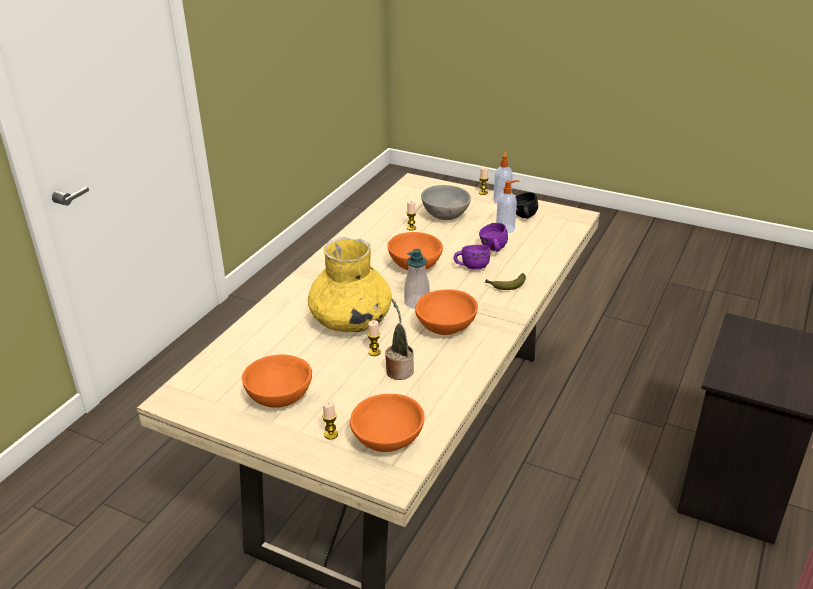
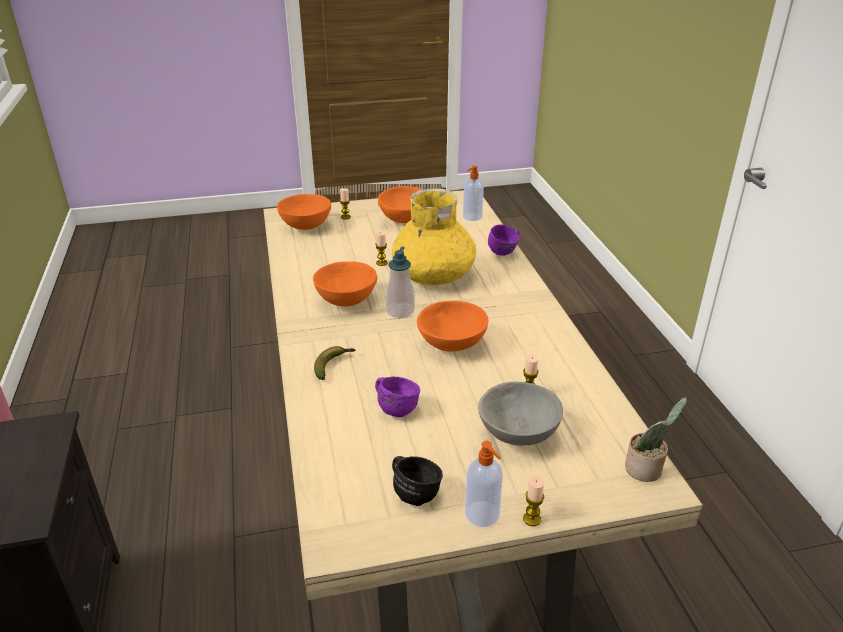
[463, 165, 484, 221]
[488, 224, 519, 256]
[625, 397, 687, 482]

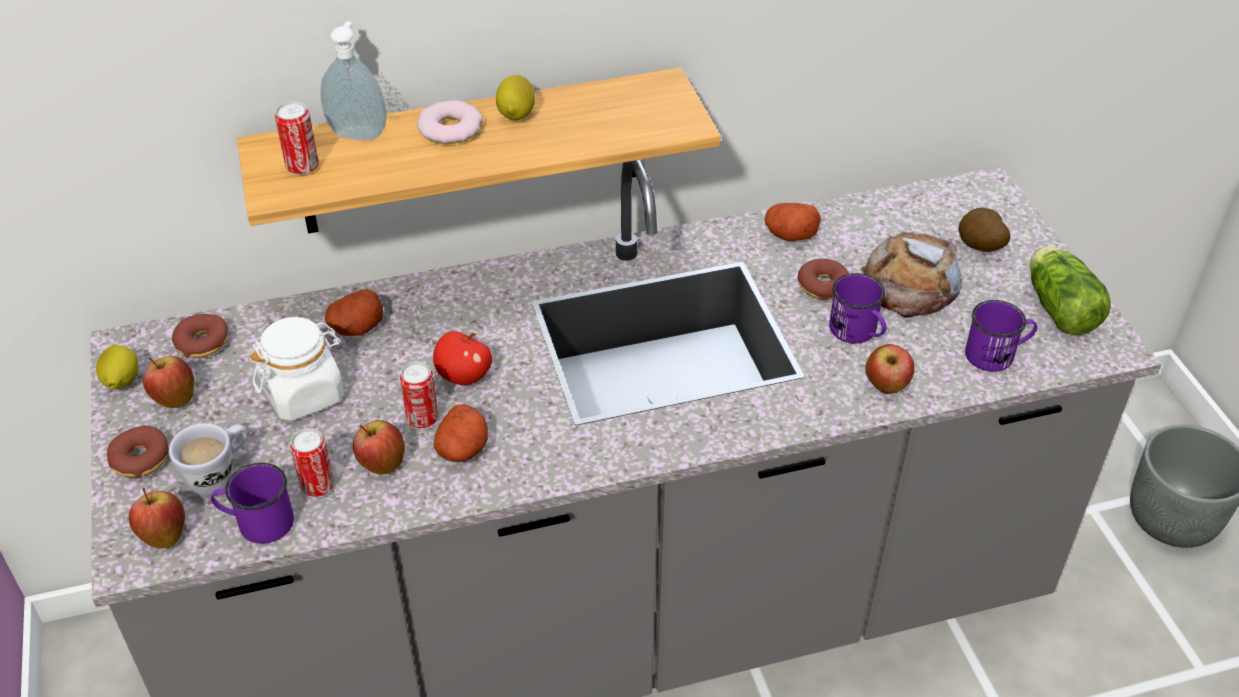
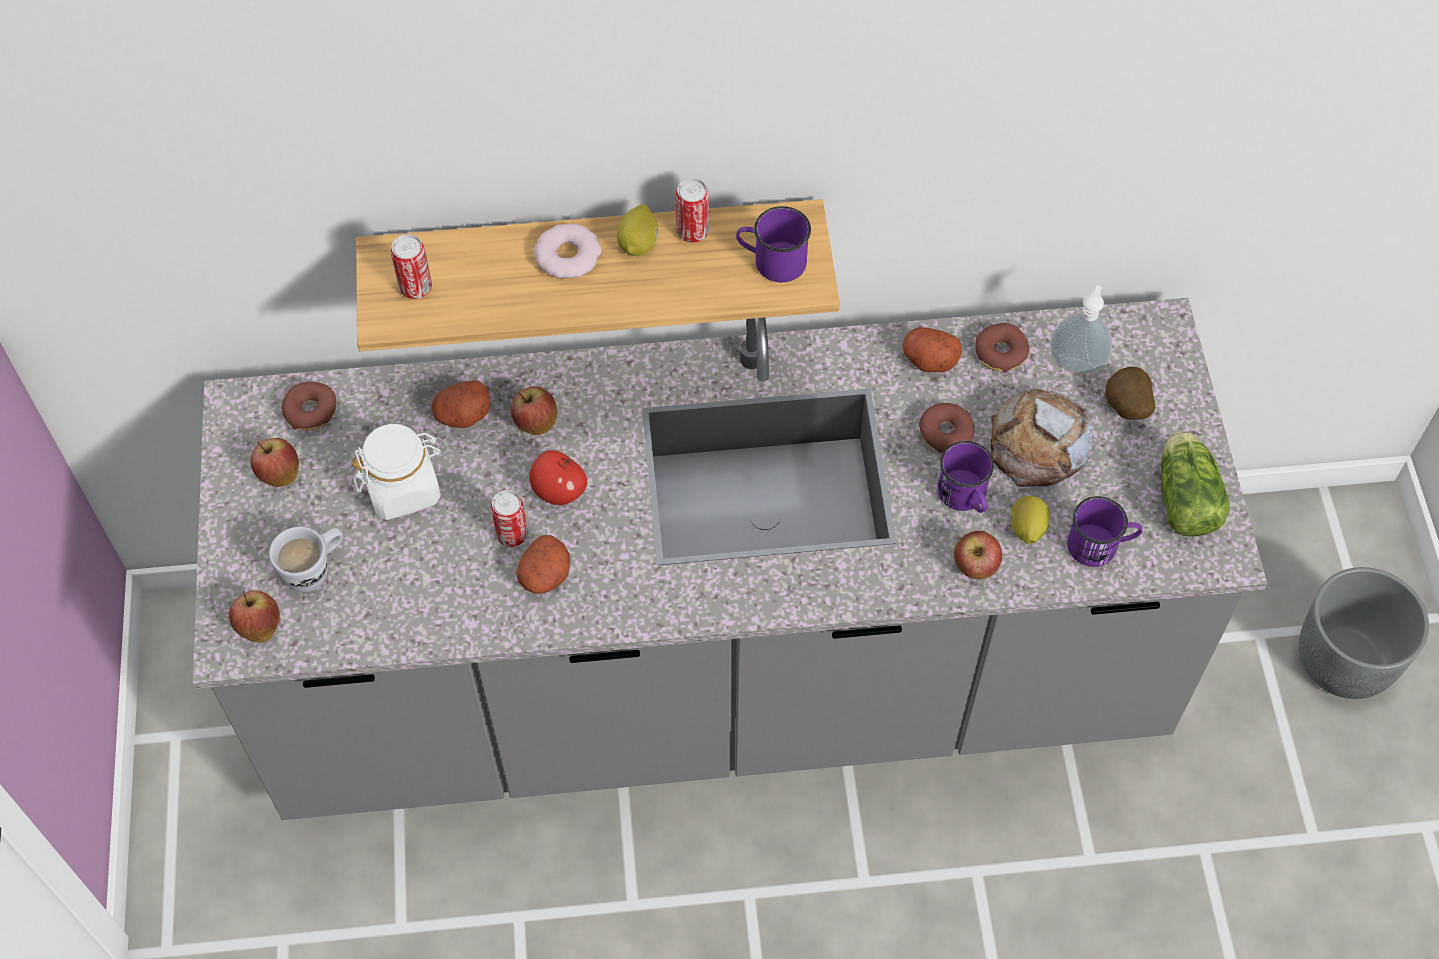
[511, 386, 557, 435]
[675, 178, 709, 243]
[736, 206, 811, 282]
[975, 323, 1029, 373]
[1010, 496, 1050, 544]
[1050, 285, 1113, 374]

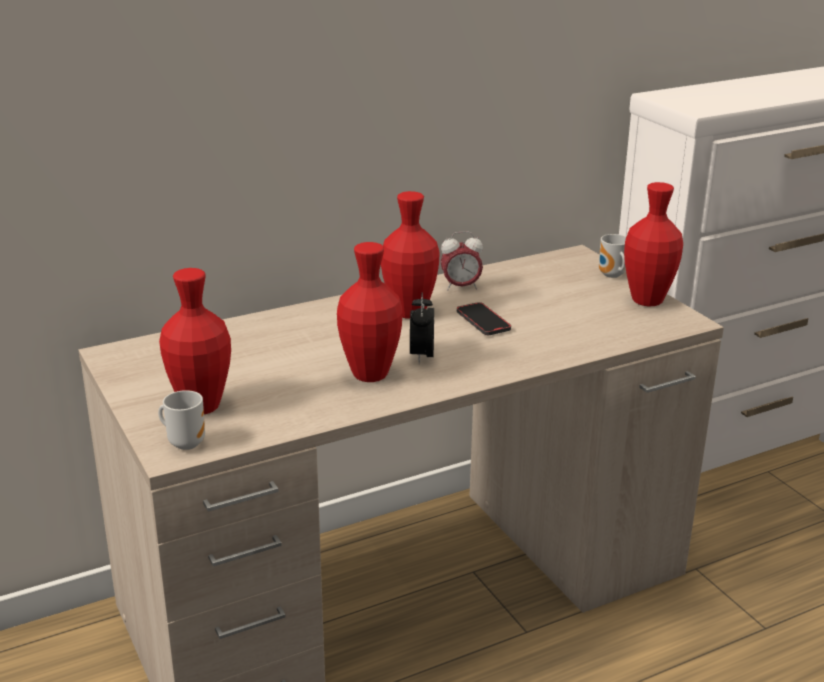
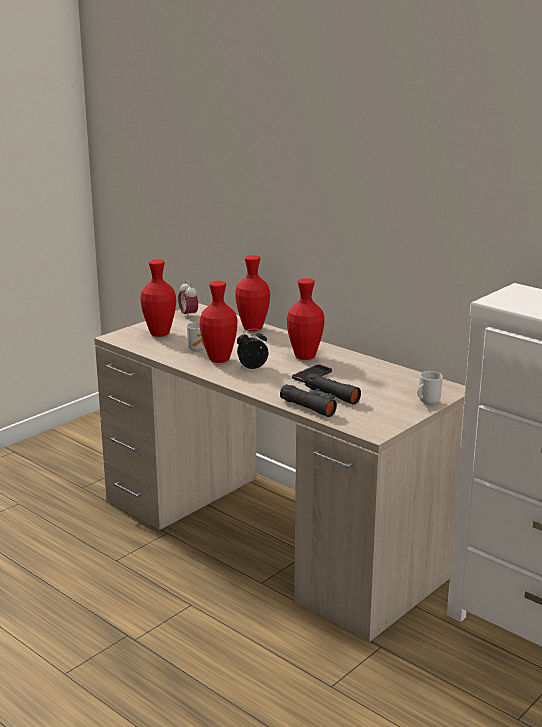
[178, 280, 198, 319]
[187, 322, 205, 352]
[235, 255, 270, 331]
[280, 373, 361, 417]

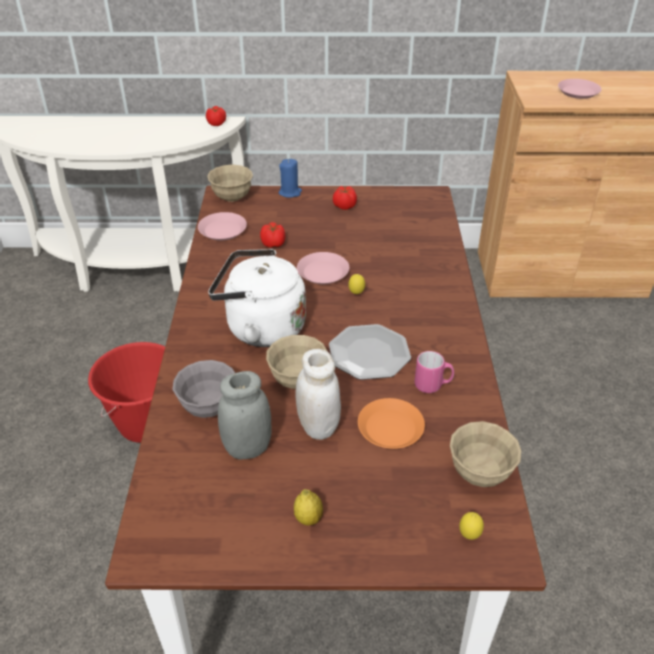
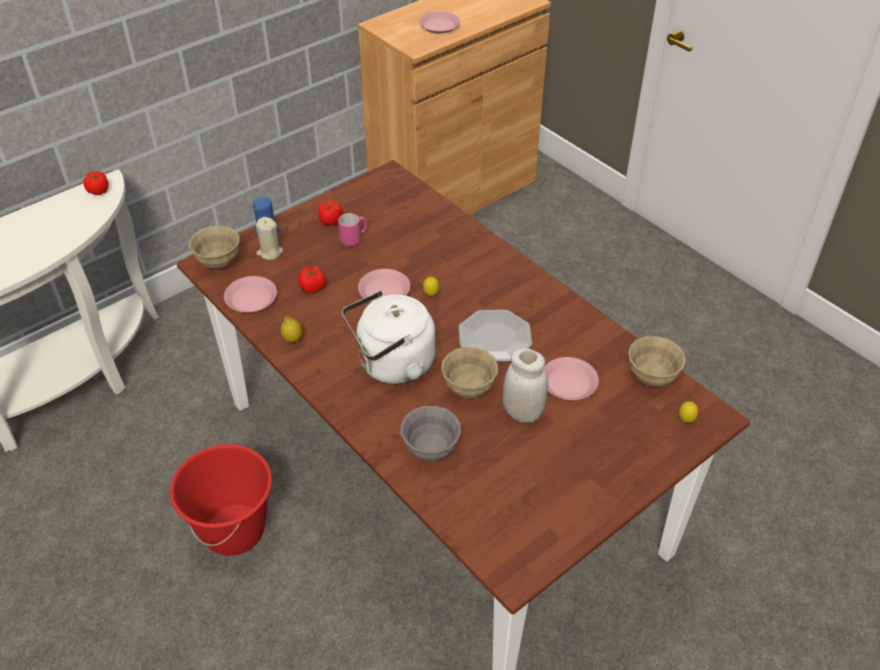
[256, 217, 283, 260]
[281, 316, 303, 342]
[338, 213, 367, 246]
[544, 357, 599, 400]
[218, 371, 271, 460] (first image)

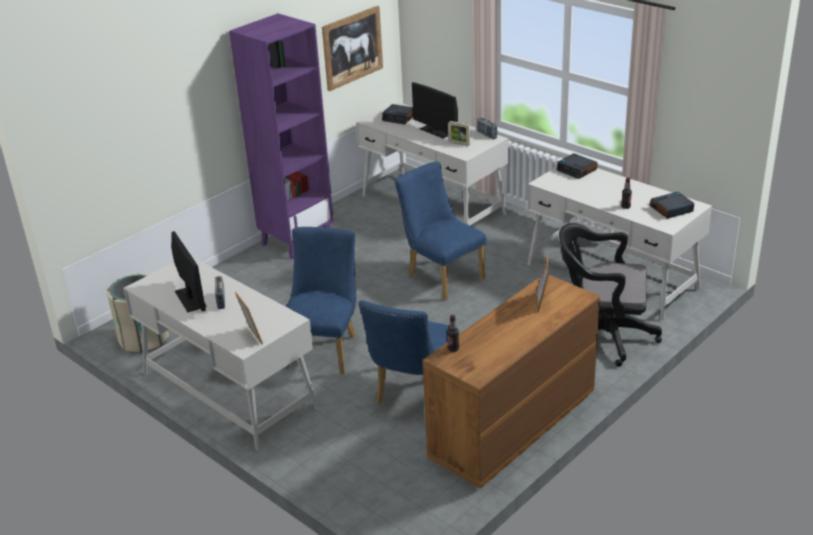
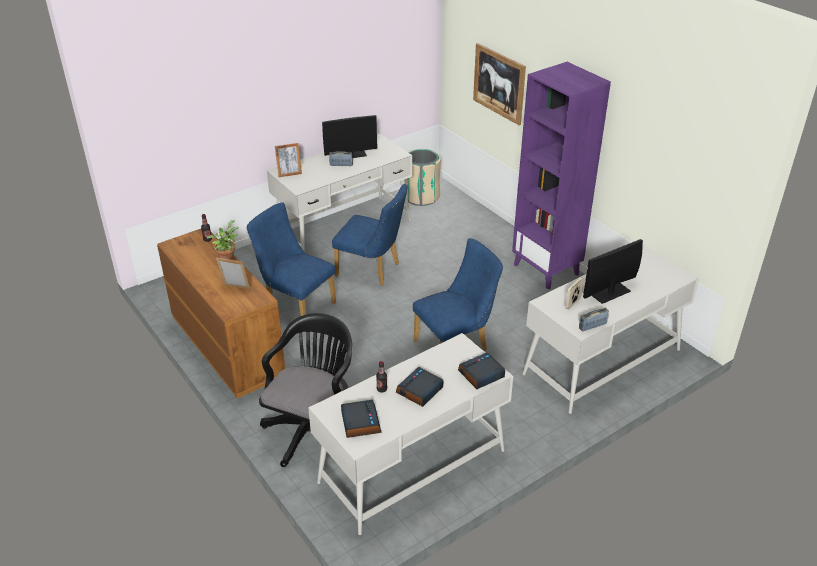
[207, 220, 239, 260]
[396, 367, 443, 407]
[473, 43, 526, 125]

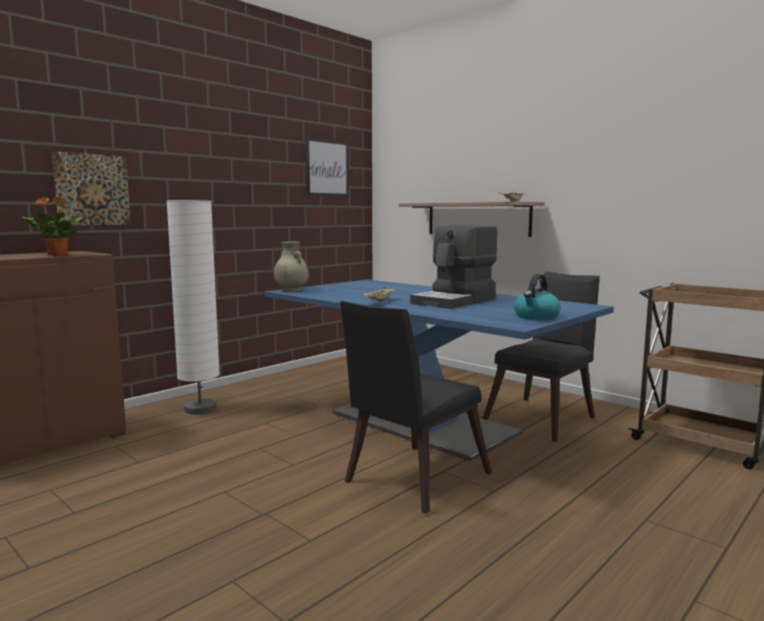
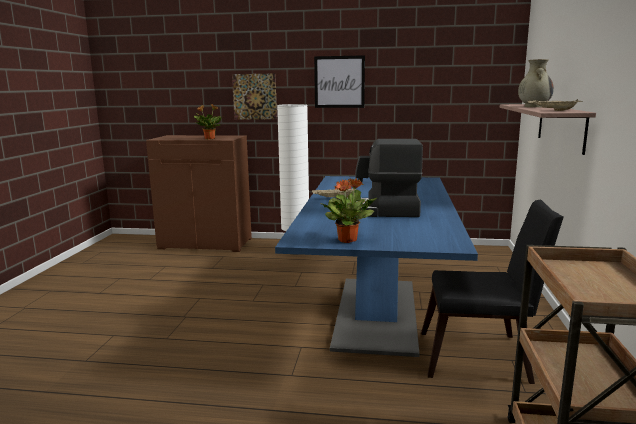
[314, 55, 365, 108]
[321, 178, 377, 243]
[518, 59, 554, 107]
[340, 301, 492, 514] (first image)

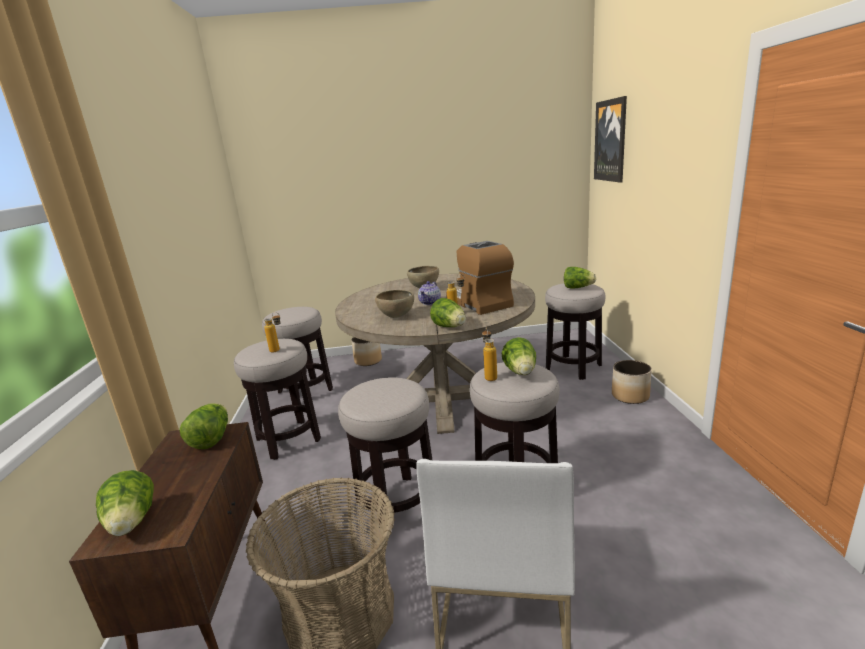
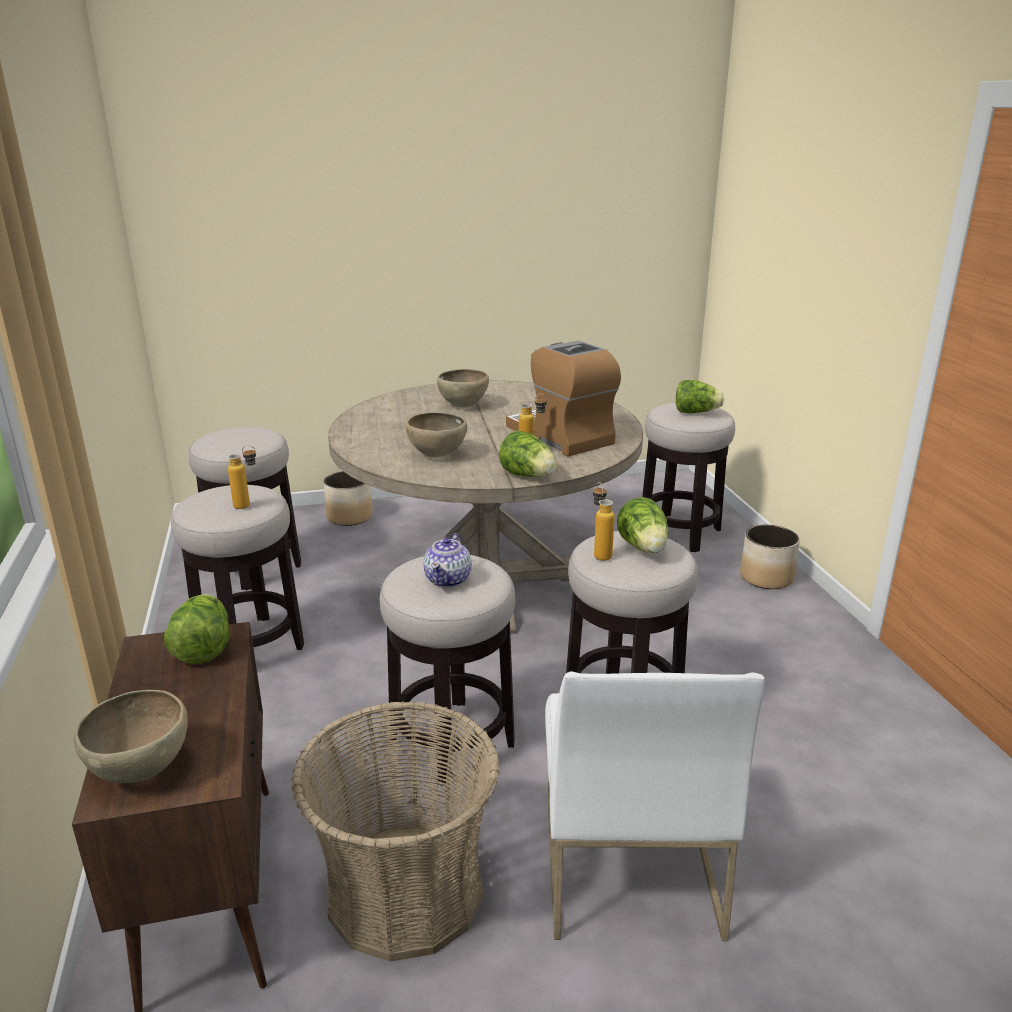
[74, 690, 188, 783]
[423, 533, 472, 588]
[594, 96, 627, 183] (first image)

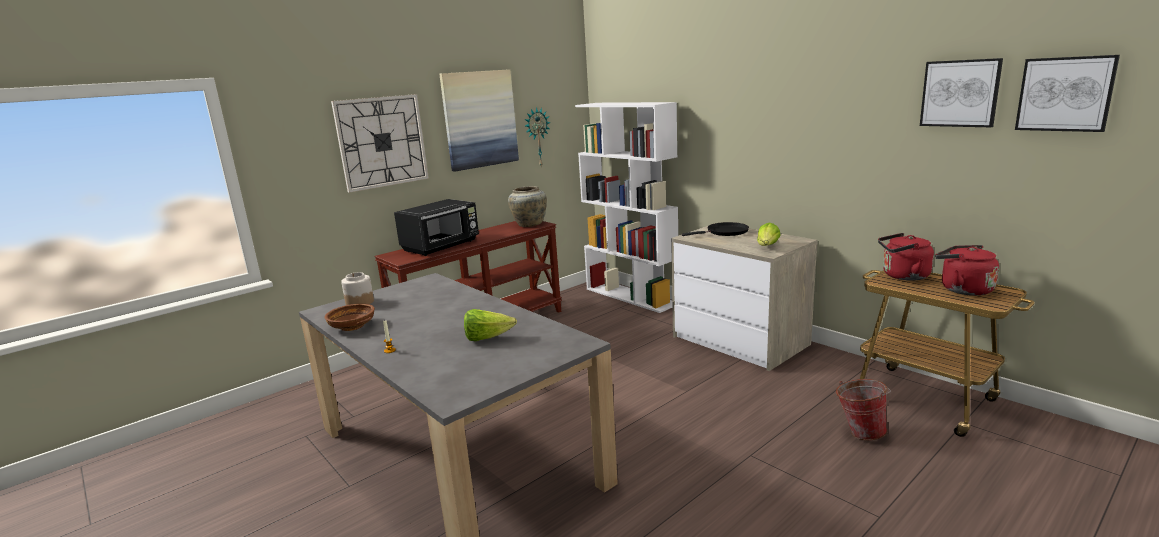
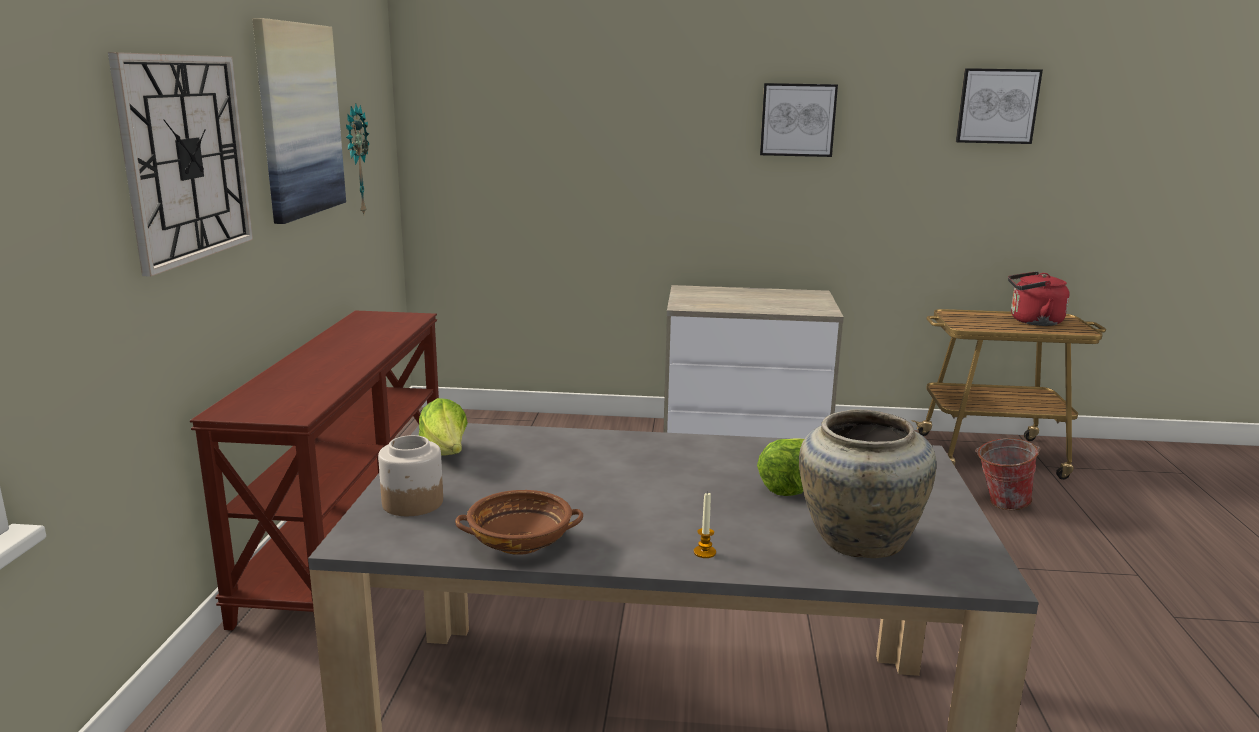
[419, 398, 468, 456]
[760, 83, 838, 157]
[799, 410, 936, 558]
[394, 199, 479, 256] (first image)
[575, 102, 678, 313] (first image)
[682, 222, 749, 236] (first image)
[878, 233, 934, 281] (first image)

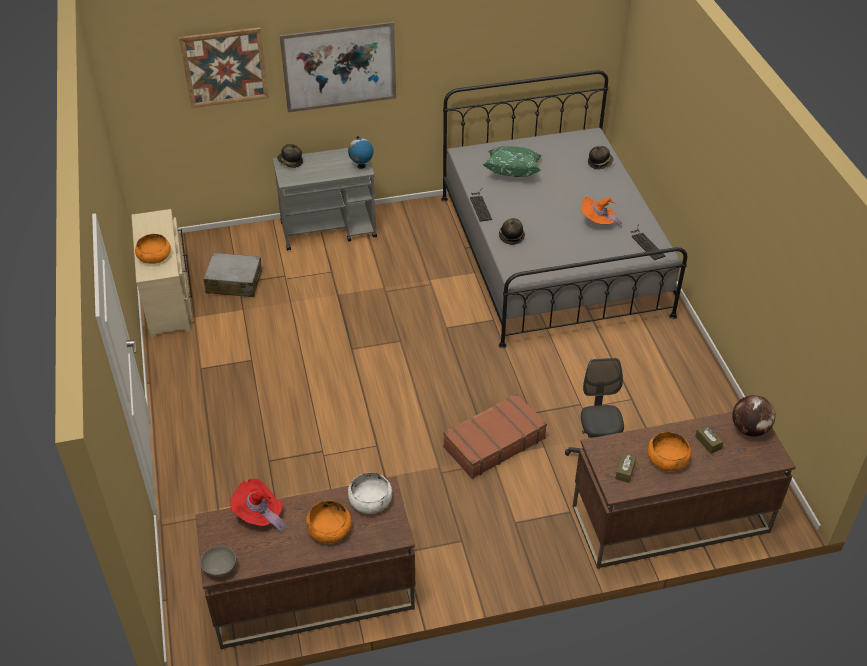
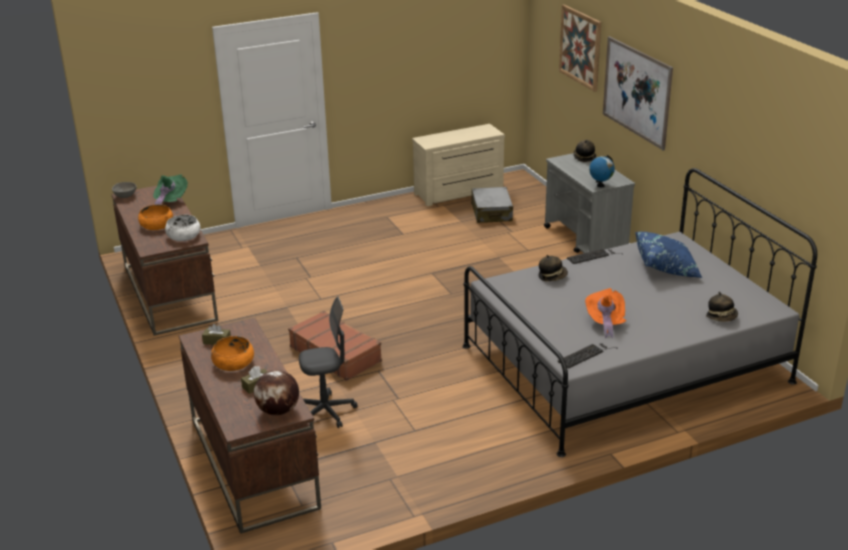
[153, 174, 188, 205]
[635, 232, 702, 278]
[135, 234, 171, 264] (first image)

